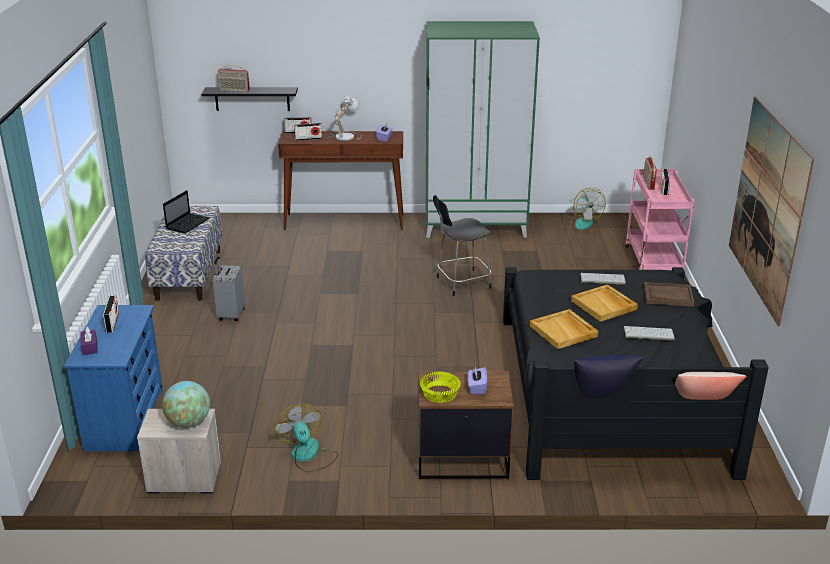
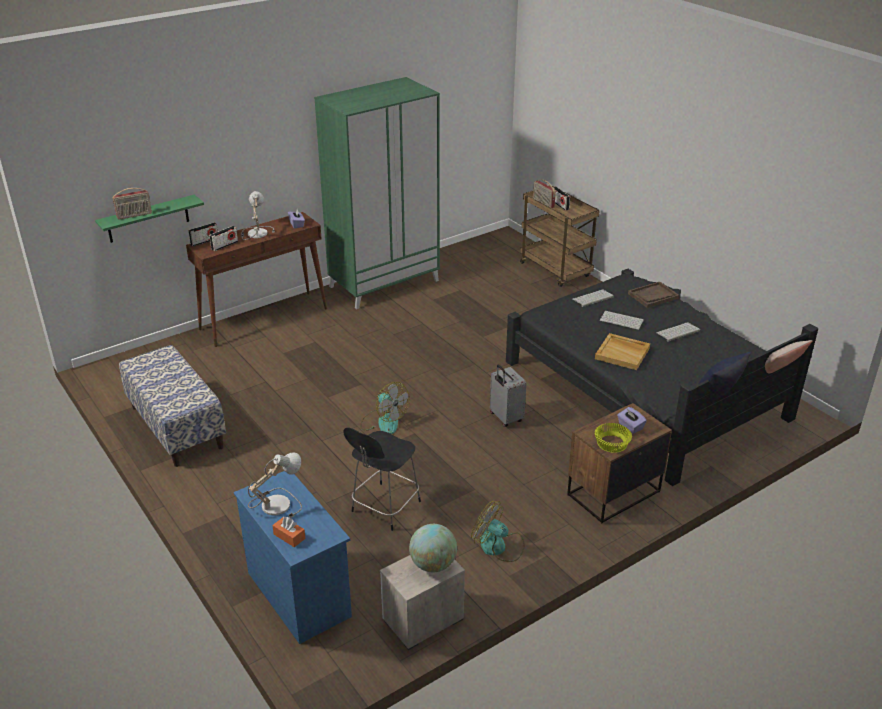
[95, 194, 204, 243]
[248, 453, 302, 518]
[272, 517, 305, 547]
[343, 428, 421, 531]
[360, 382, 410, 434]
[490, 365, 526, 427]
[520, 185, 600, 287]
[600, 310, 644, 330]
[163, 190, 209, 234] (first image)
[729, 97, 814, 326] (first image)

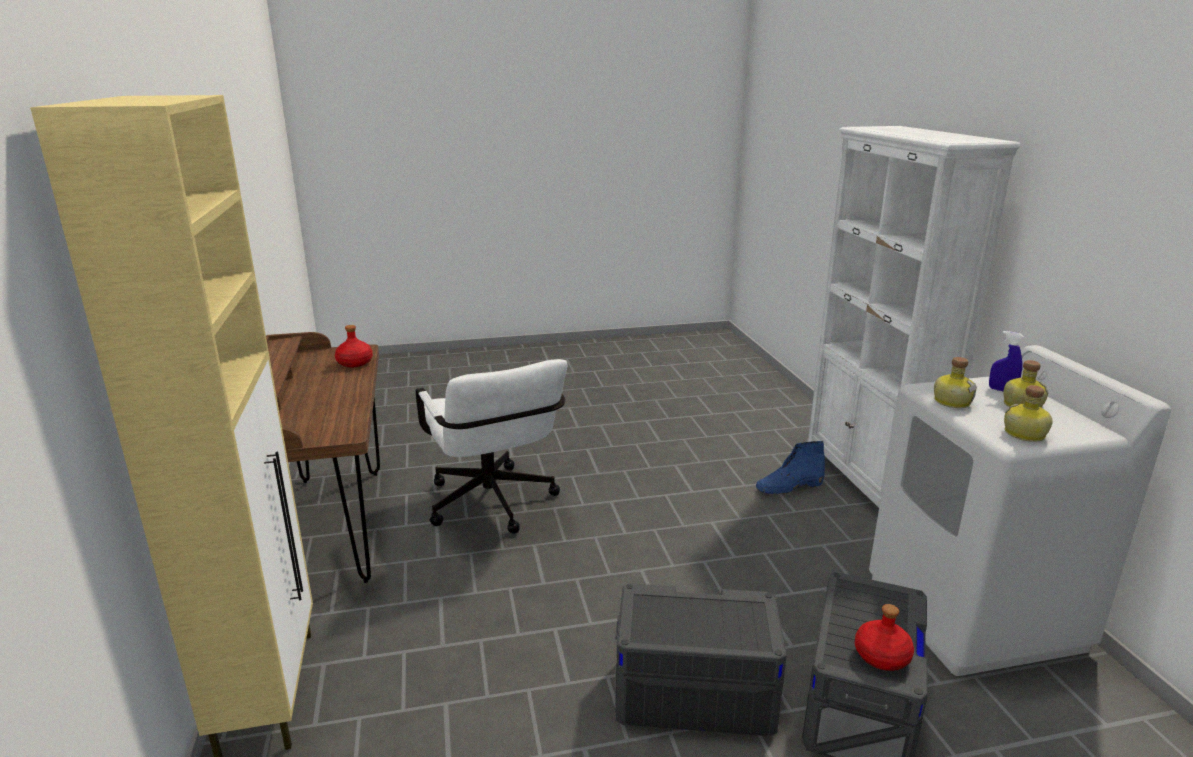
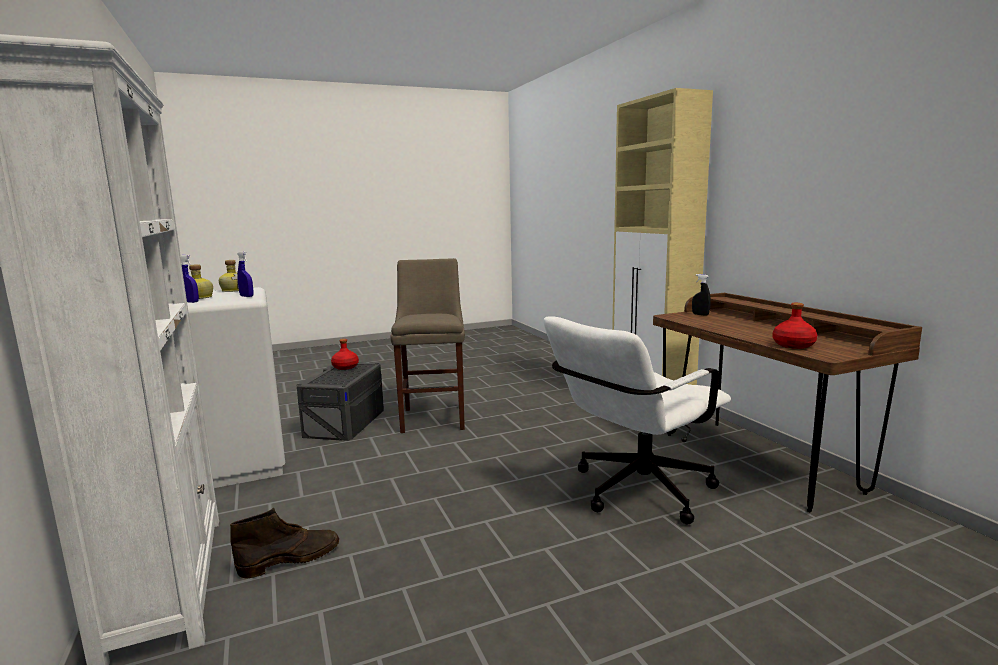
[230, 508, 339, 578]
[237, 251, 254, 297]
[390, 258, 465, 433]
[544, 316, 731, 525]
[692, 274, 711, 316]

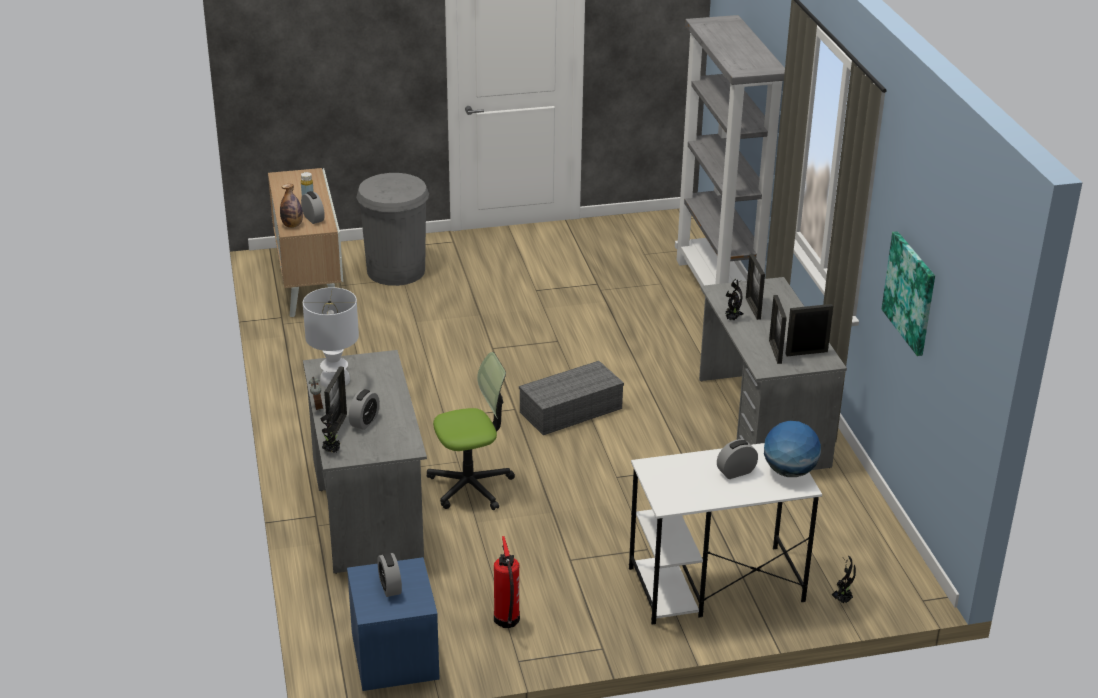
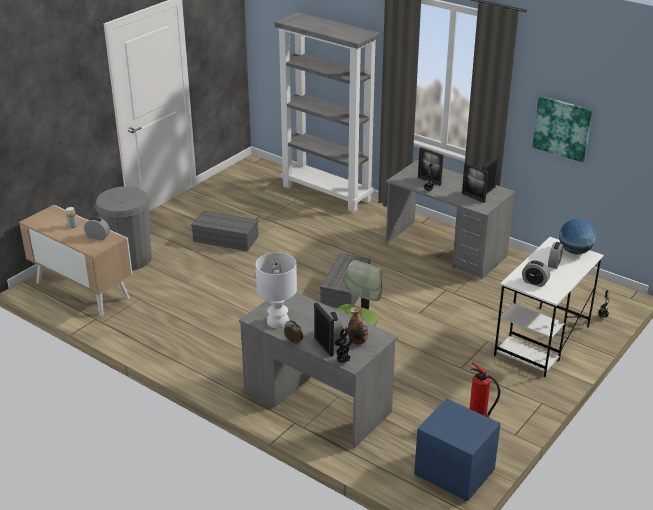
[191, 210, 259, 251]
[348, 306, 368, 345]
[522, 260, 550, 287]

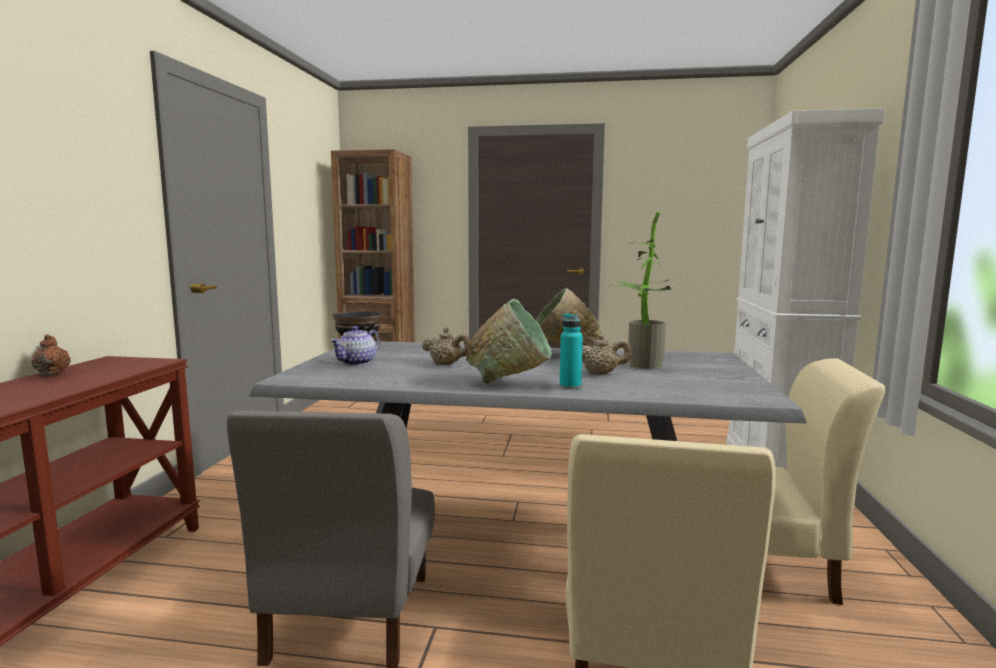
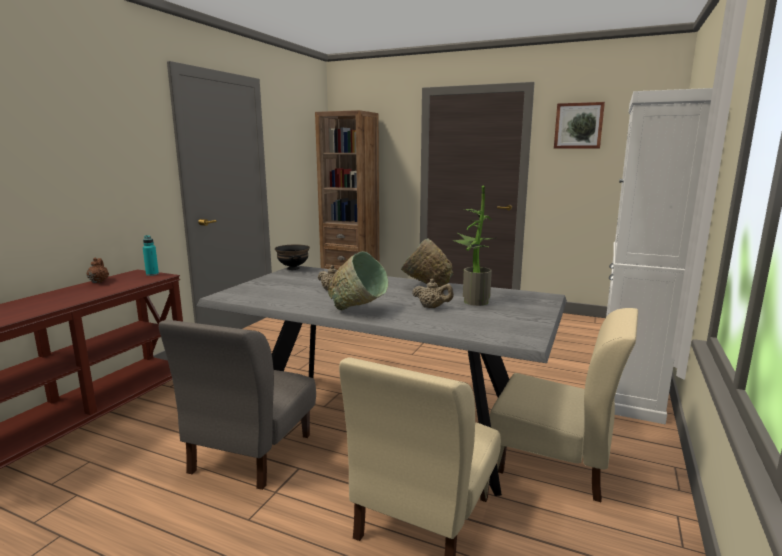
[143, 235, 159, 276]
[554, 102, 605, 149]
[330, 326, 380, 366] (first image)

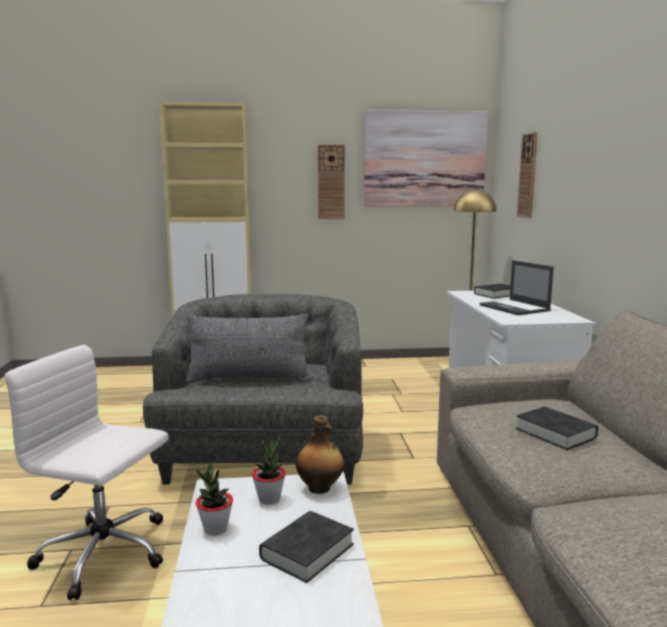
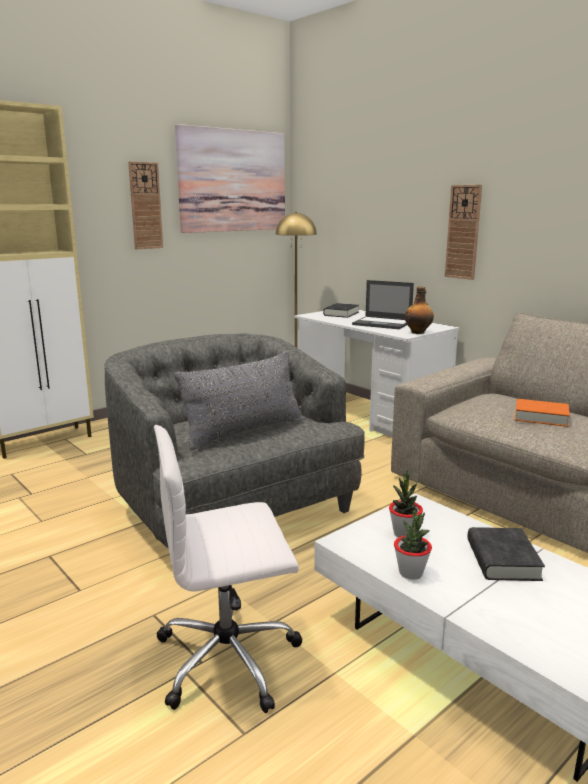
[405, 287, 434, 334]
[445, 185, 482, 280]
[515, 399, 570, 427]

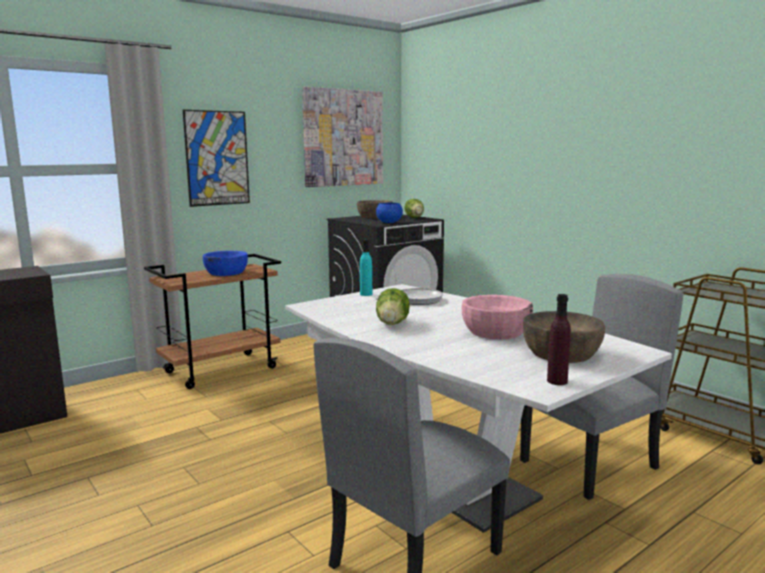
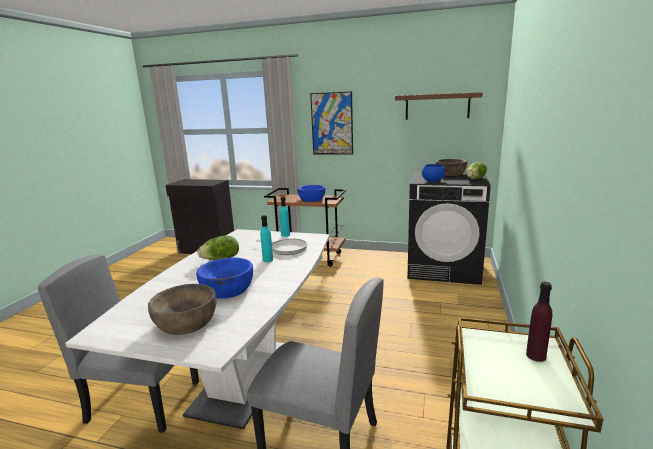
[196, 257, 253, 299]
[260, 215, 273, 262]
[395, 92, 483, 120]
[526, 282, 552, 362]

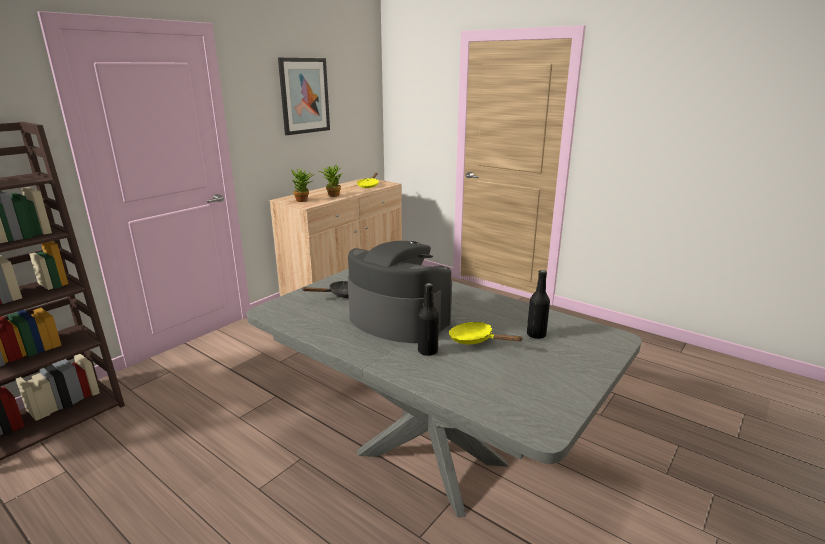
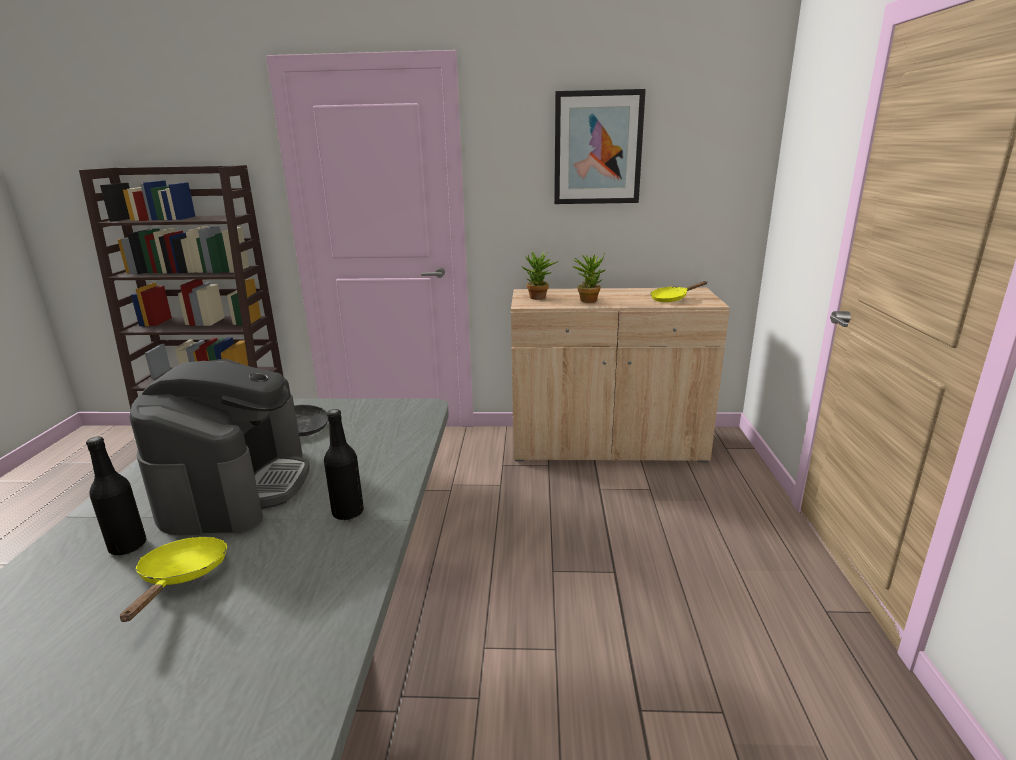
[324, 409, 364, 520]

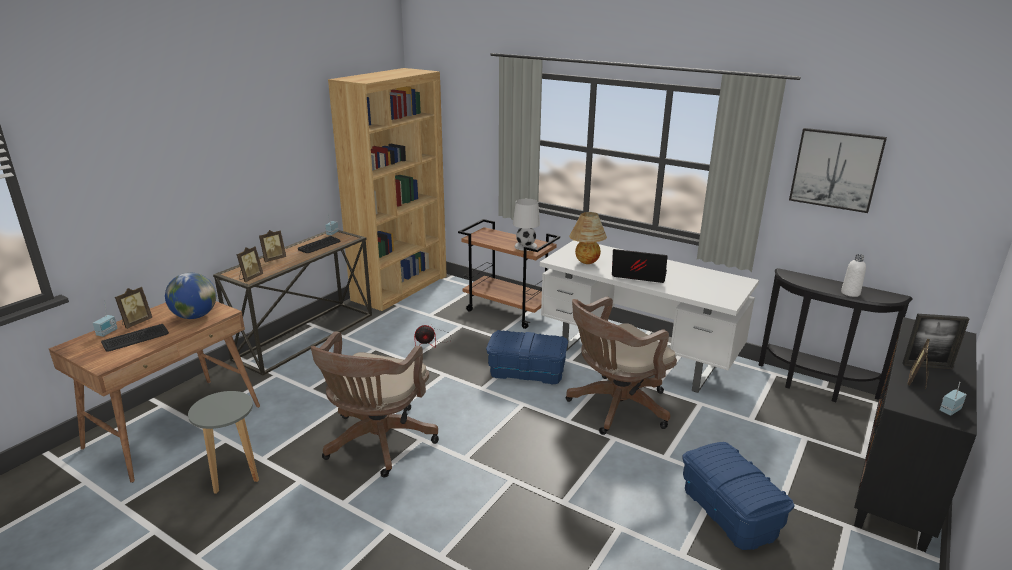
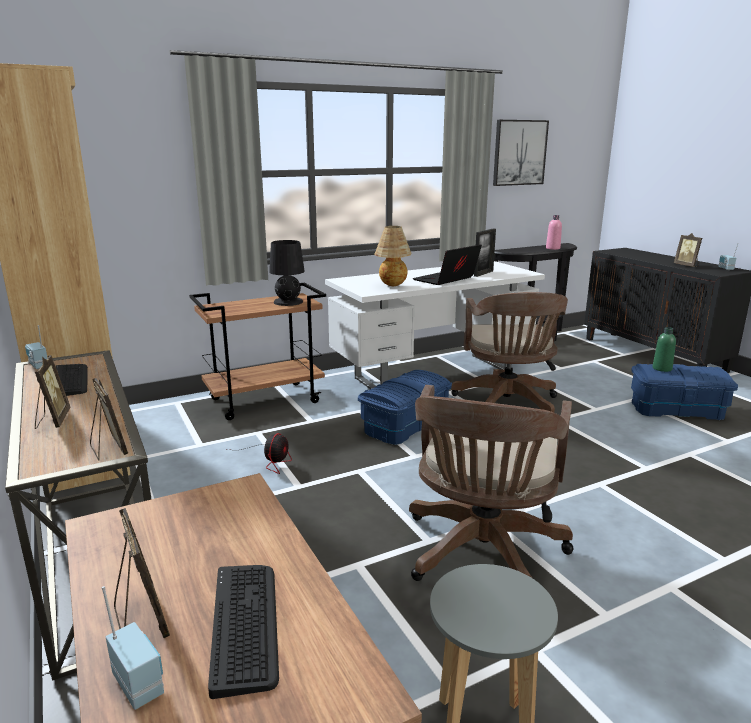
[269, 240, 305, 306]
[409, 385, 574, 581]
[474, 229, 496, 277]
[546, 215, 562, 250]
[652, 327, 676, 372]
[165, 273, 216, 319] (first image)

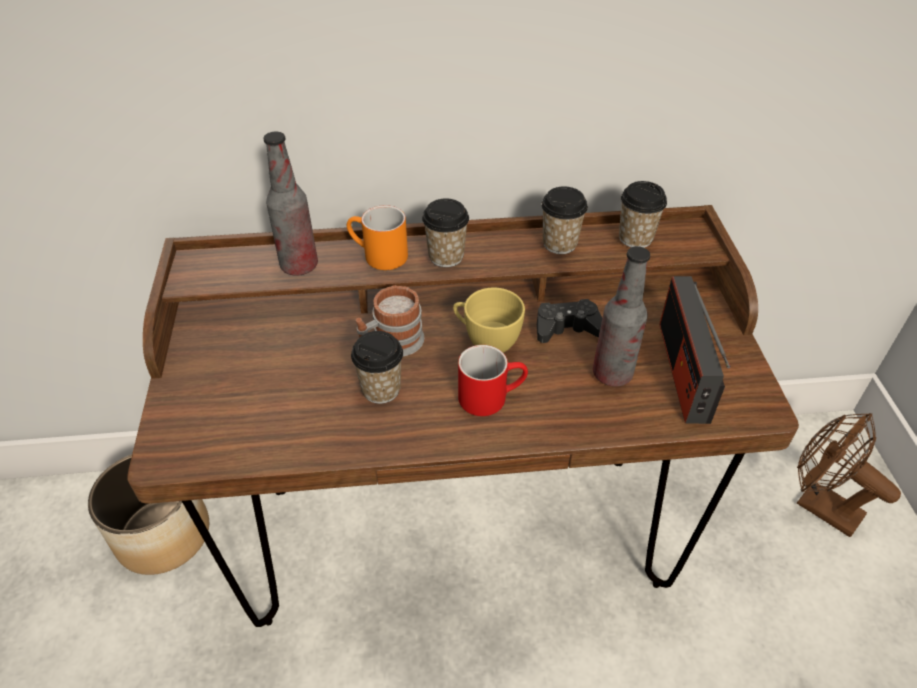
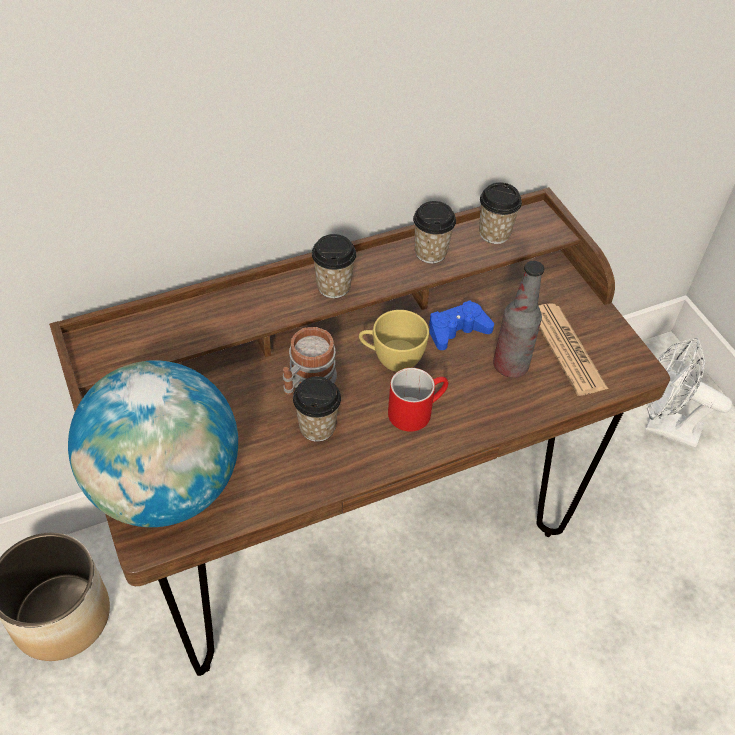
[68, 360, 238, 527]
[429, 300, 494, 350]
[539, 303, 608, 396]
[645, 338, 732, 449]
[264, 131, 318, 276] (first image)
[347, 205, 408, 270] (first image)

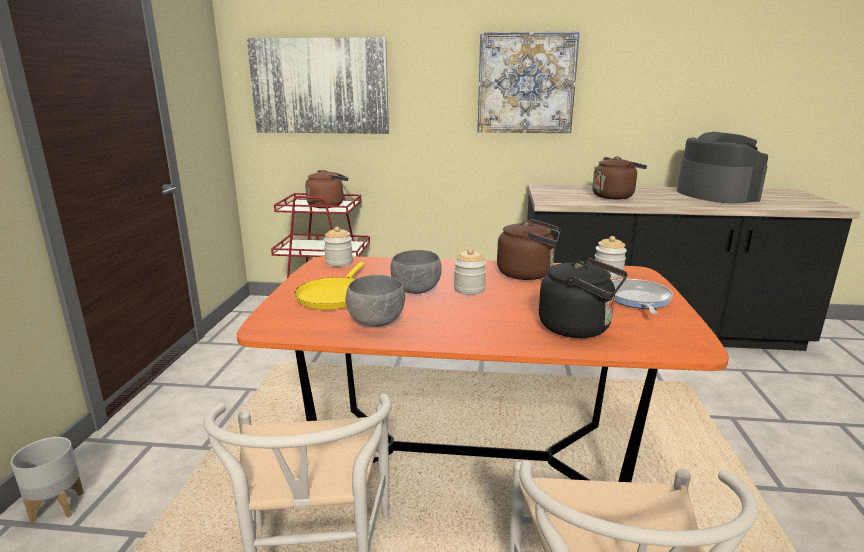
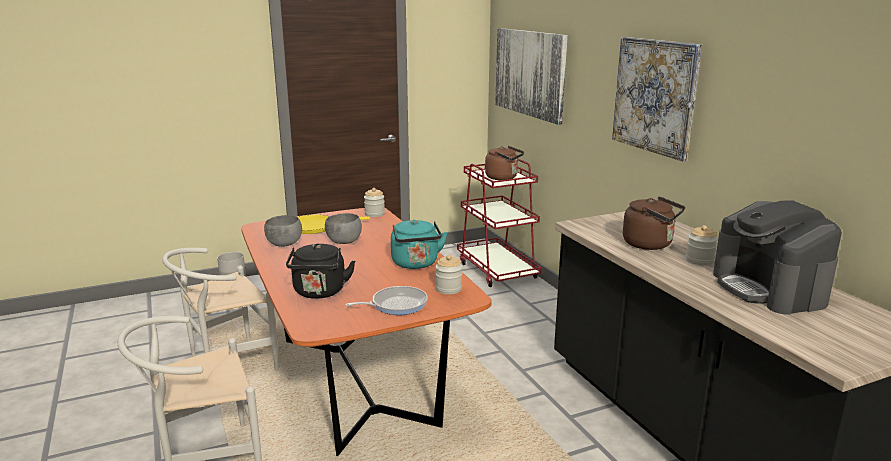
[391, 219, 447, 269]
[686, 225, 718, 265]
[713, 201, 842, 315]

